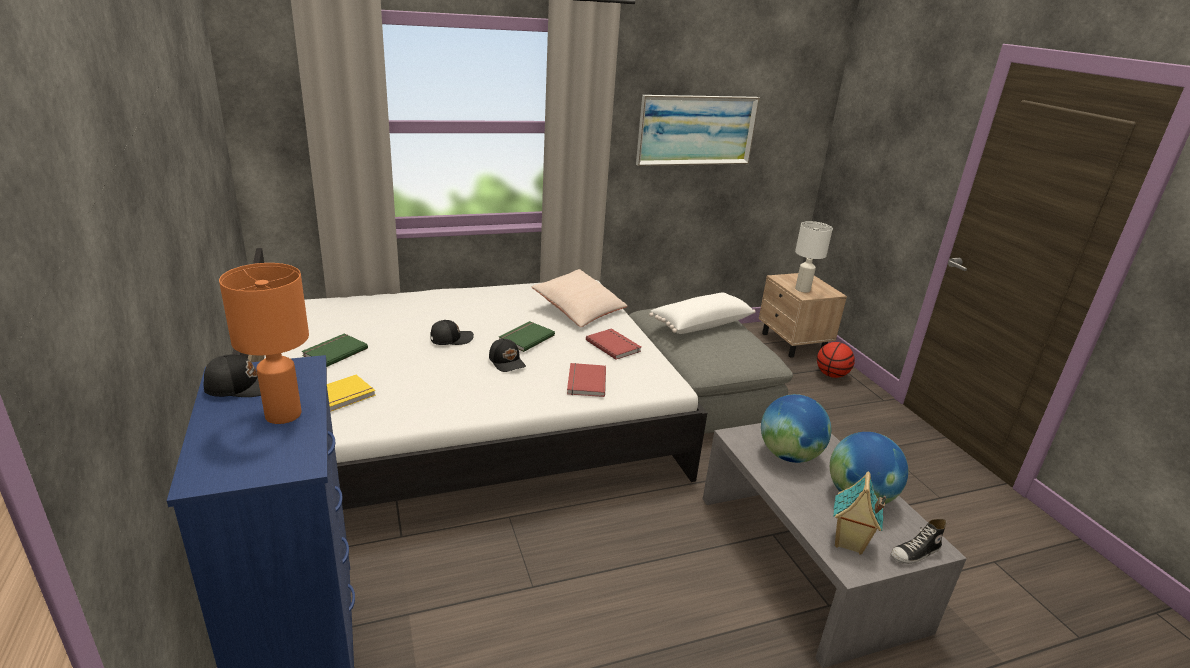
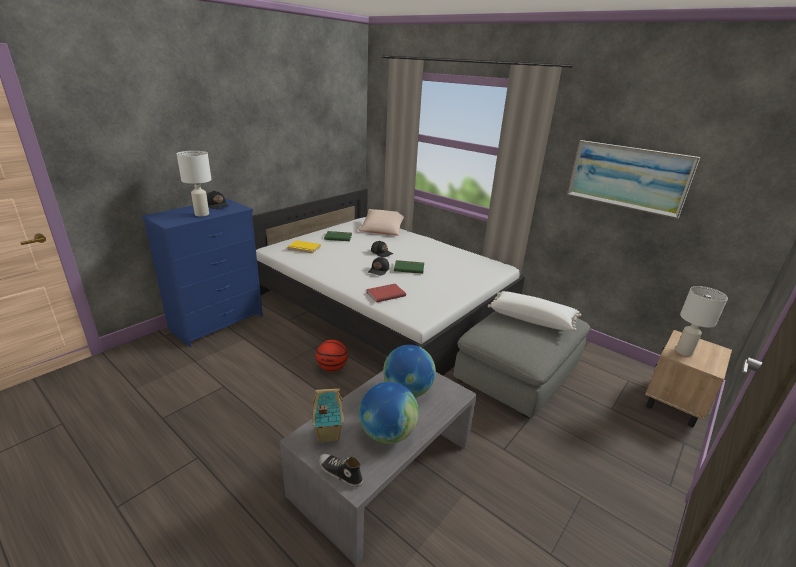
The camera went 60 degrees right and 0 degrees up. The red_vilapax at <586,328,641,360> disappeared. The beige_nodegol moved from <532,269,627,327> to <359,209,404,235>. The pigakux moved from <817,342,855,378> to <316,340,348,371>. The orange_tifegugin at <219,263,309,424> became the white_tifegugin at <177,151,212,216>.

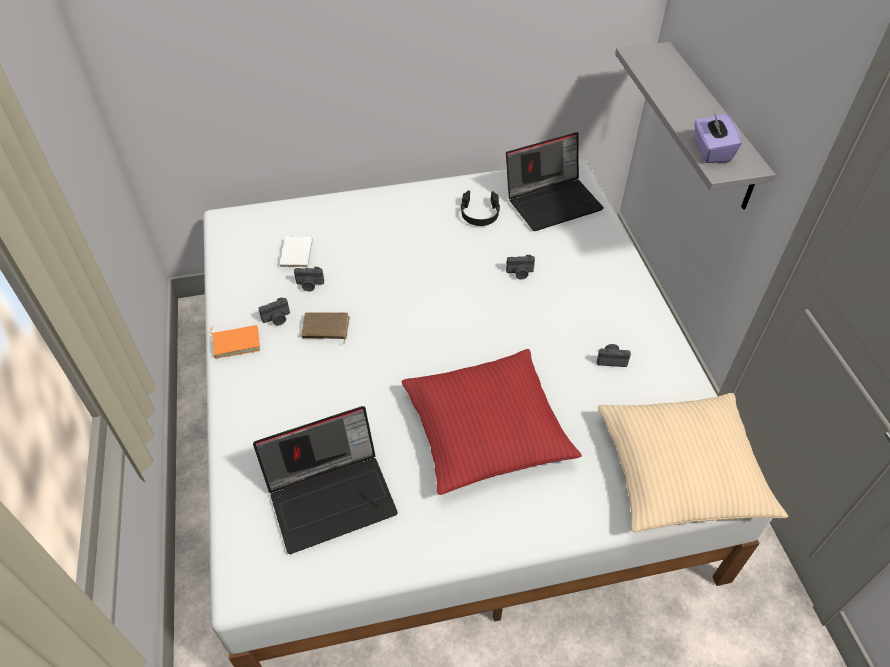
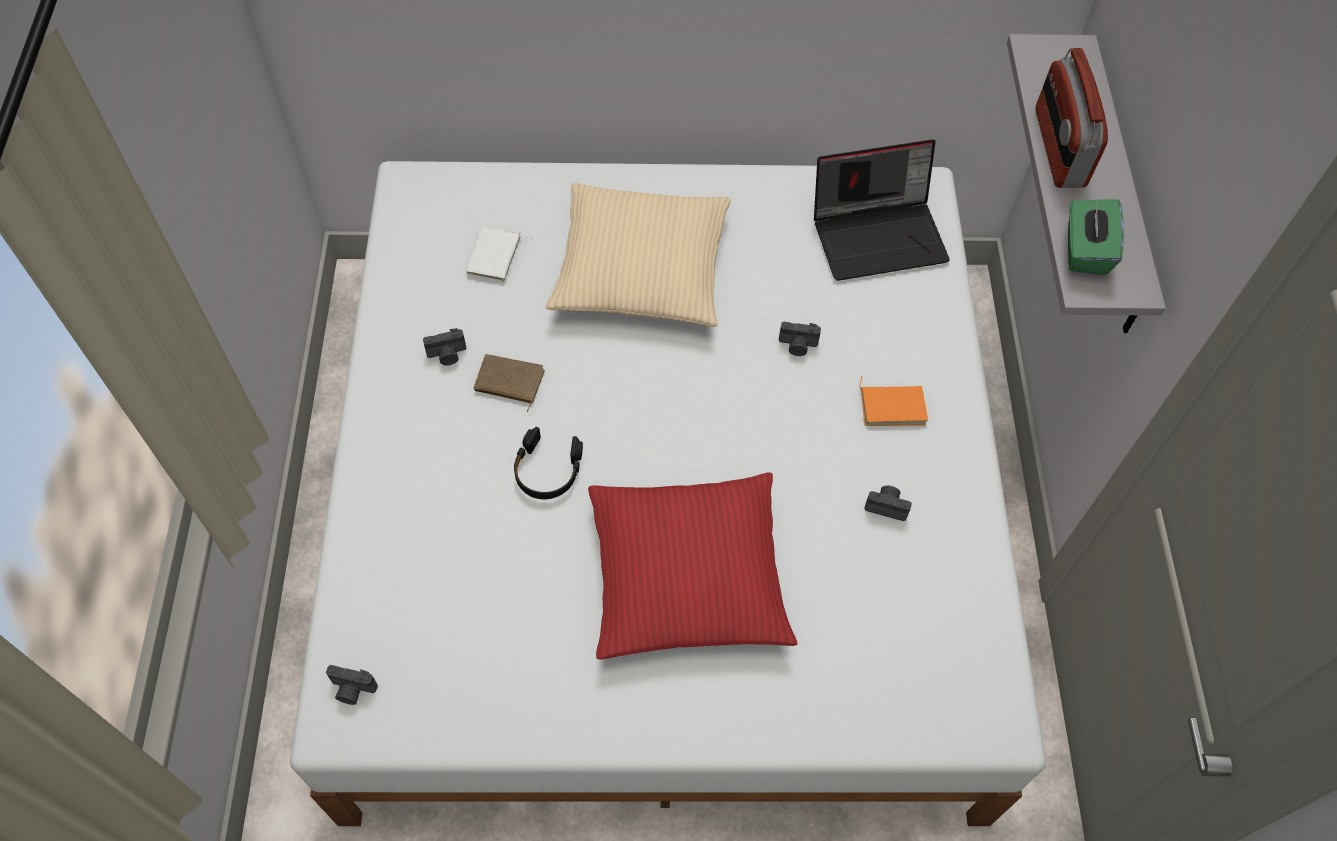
The camera went 10 degrees right and 10 degrees up. The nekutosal at <253,406,398,554> disappeared. The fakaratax at <1035,48,1108,188> appeared. The orange_vilapax moved from <210,325,260,359> to <859,376,928,426>. The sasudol moved from <294,267,324,291> to <326,665,378,705>. The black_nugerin moved from <461,190,500,226> to <514,427,583,499>. The beige_nodegol moved from <598,393,788,532> to <546,183,731,327>. The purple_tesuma at <695,111,741,163> became the green_tesuma at <1068,199,1124,275>.

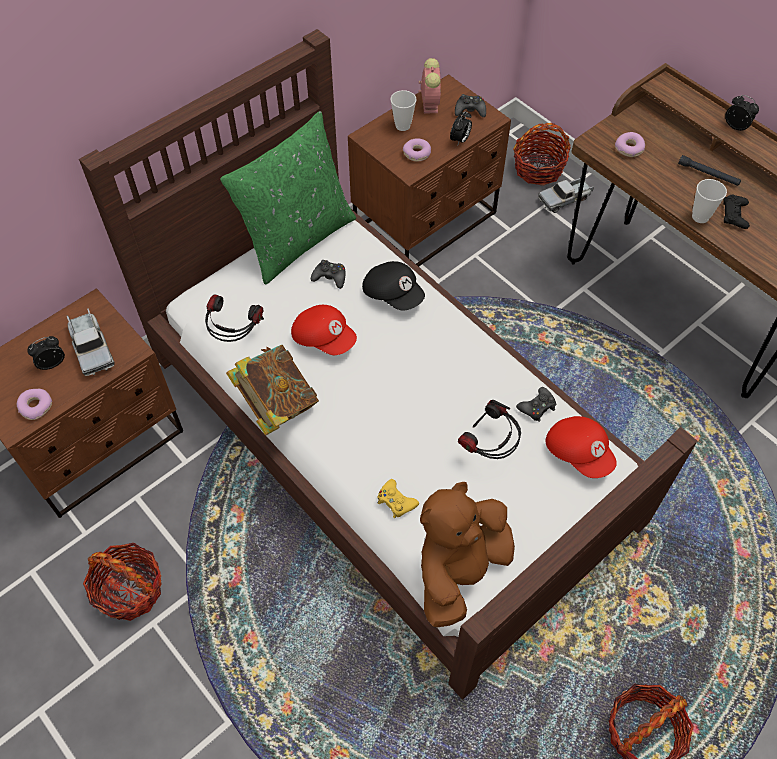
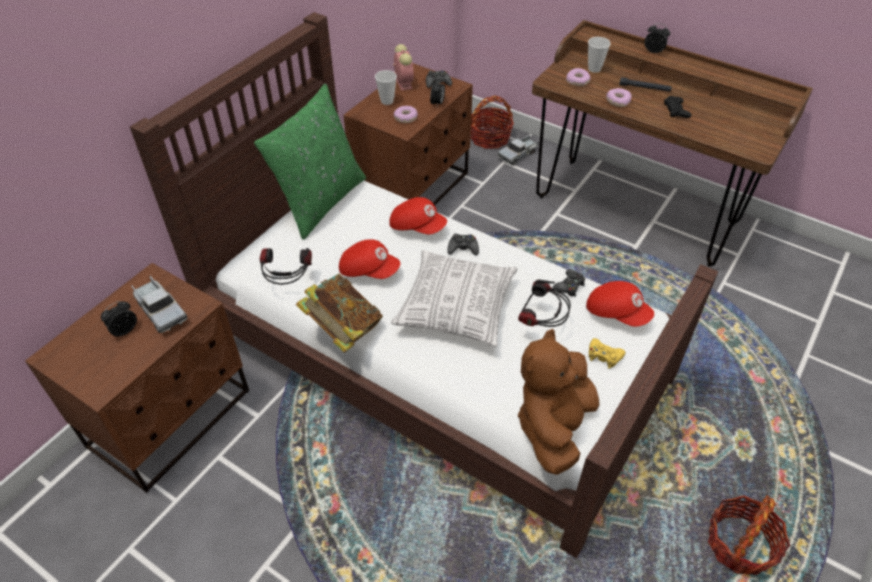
The camera went 15 degrees left and 10 degrees down. The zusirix at <83,543,162,621> disappeared. The nodegol at <391,250,517,347> appeared. The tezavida moved from <17,389,52,420> to <606,88,632,107>. The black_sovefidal moved from <311,260,346,289> to <448,233,479,255>. The yellow_sovefidal moved from <377,479,419,518> to <589,338,625,369>. The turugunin moved from <692,179,727,223> to <588,37,611,73>. The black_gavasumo at <362,261,425,311> became the red_gavasumo at <389,197,447,234>.

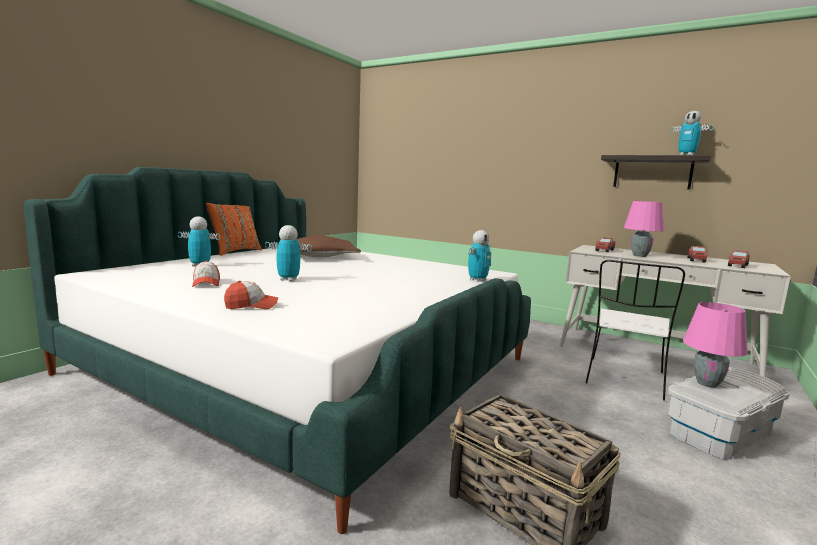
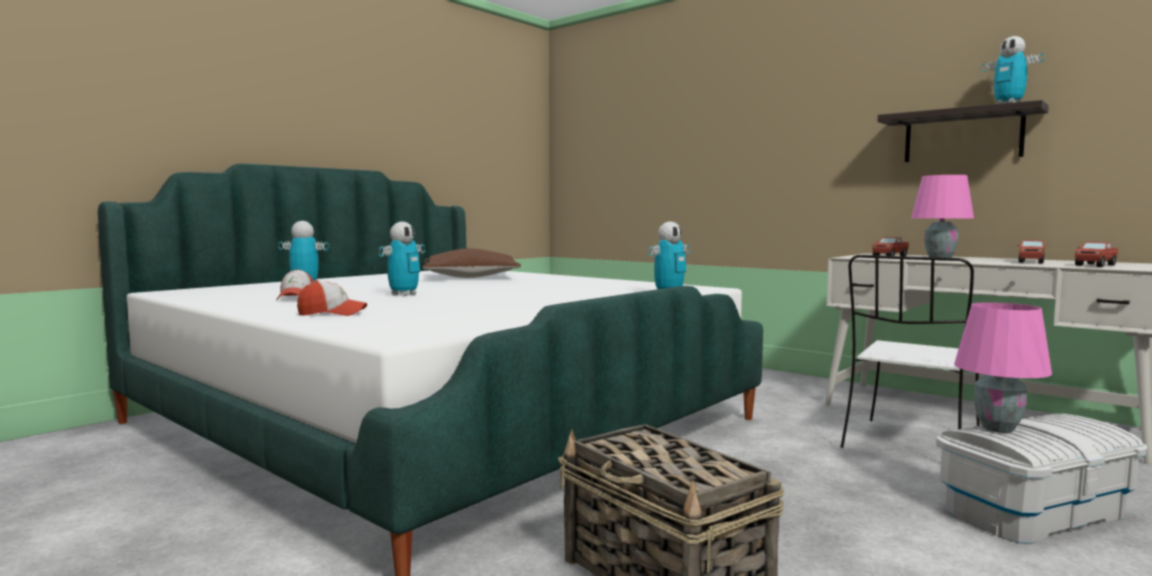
The camera went 10 degrees right and 5 degrees down. The orange_nodegol at <206,203,262,256> disappeared. The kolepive at <265,225,312,281> turned 105 degrees clockwise.

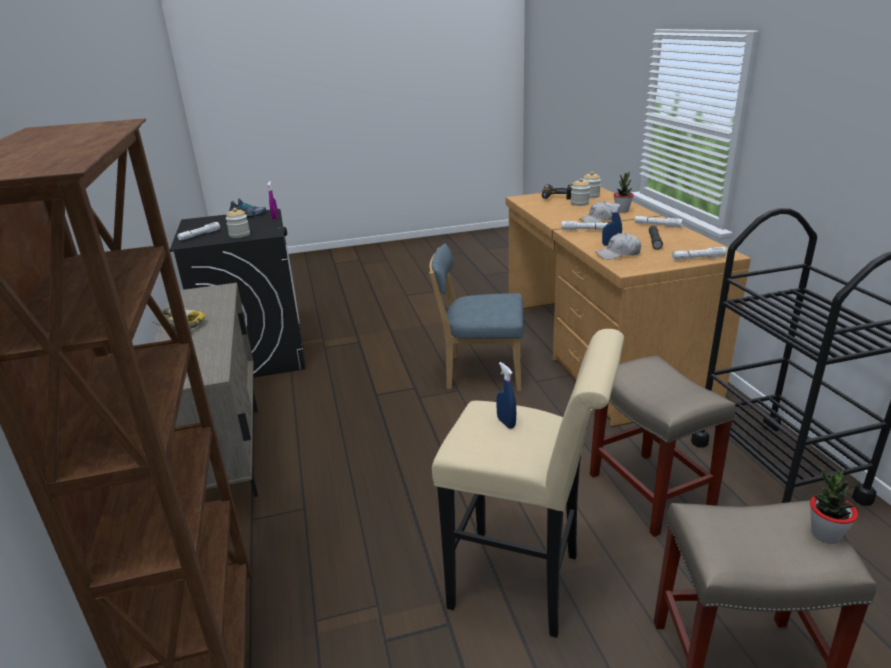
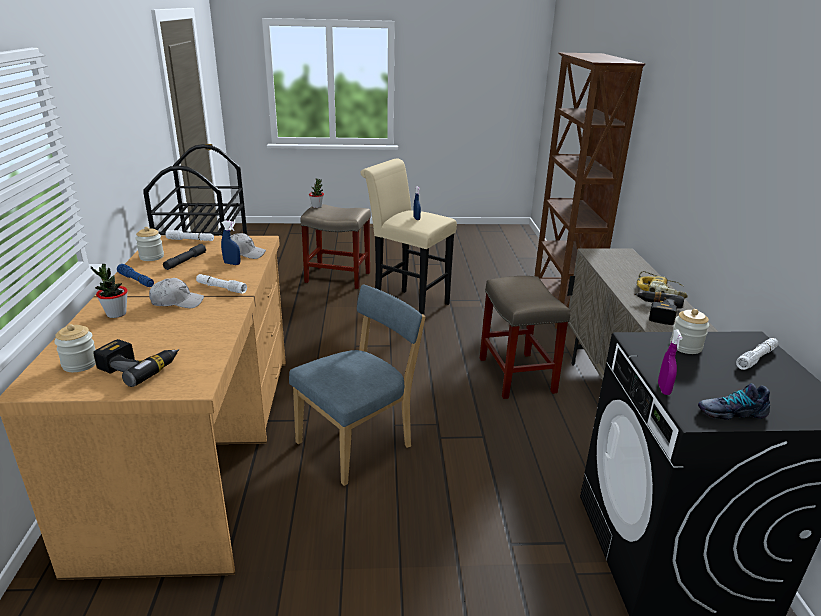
The camera went 170 degrees left and 0 degrees up. The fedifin at <635,291,684,325> appeared. The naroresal moved from <570,178,590,206> to <135,227,164,261>. The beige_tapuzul moved from <590,355,736,537> to <480,276,570,399>. The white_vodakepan at <635,216,683,228> became the blue_vodakepan at <117,264,154,287>. The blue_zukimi at <429,244,523,392> turned 60 degrees counterclockwise.

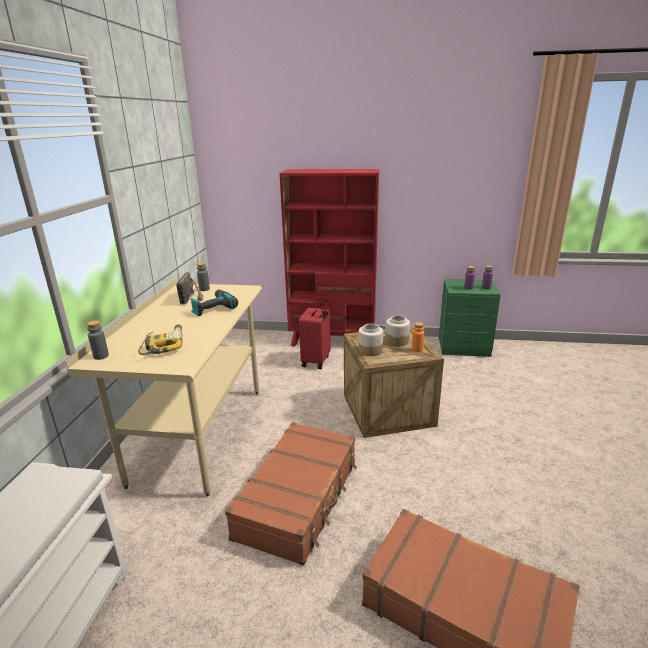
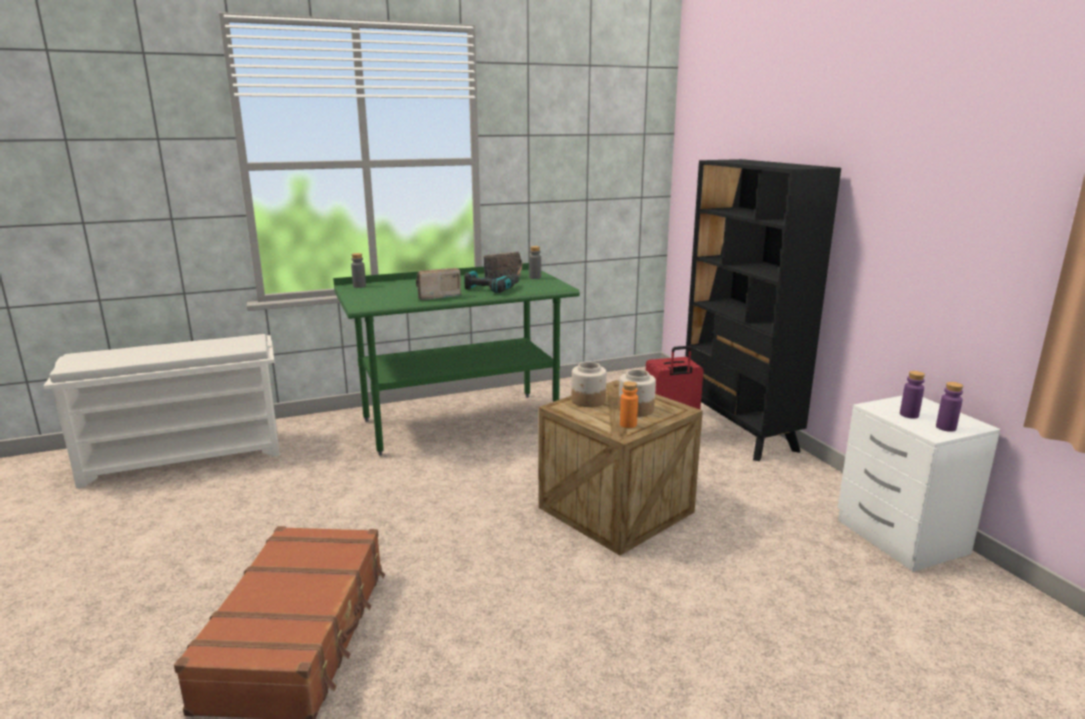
The camera went 60 degrees right and 5 degrees down. The fedifin at <138,324,183,355> disappeared. The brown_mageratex at <225,422,357,566> disappeared. The fakaratax at <416,268,461,300> appeared. The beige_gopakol at <65,278,262,496> became the green_gopakol at <333,263,580,456>. The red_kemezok at <280,169,379,347> became the black_kemezok at <685,159,841,461>. The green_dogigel at <439,279,501,357> became the white_dogigel at <838,395,1001,572>.

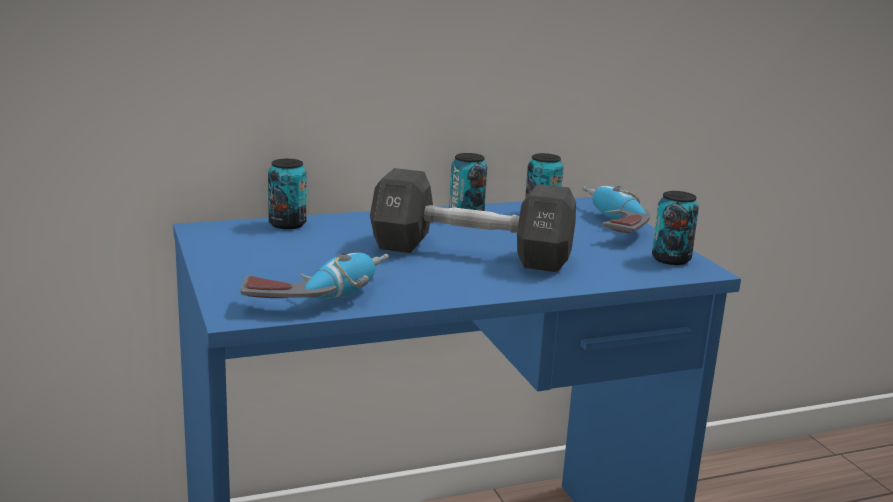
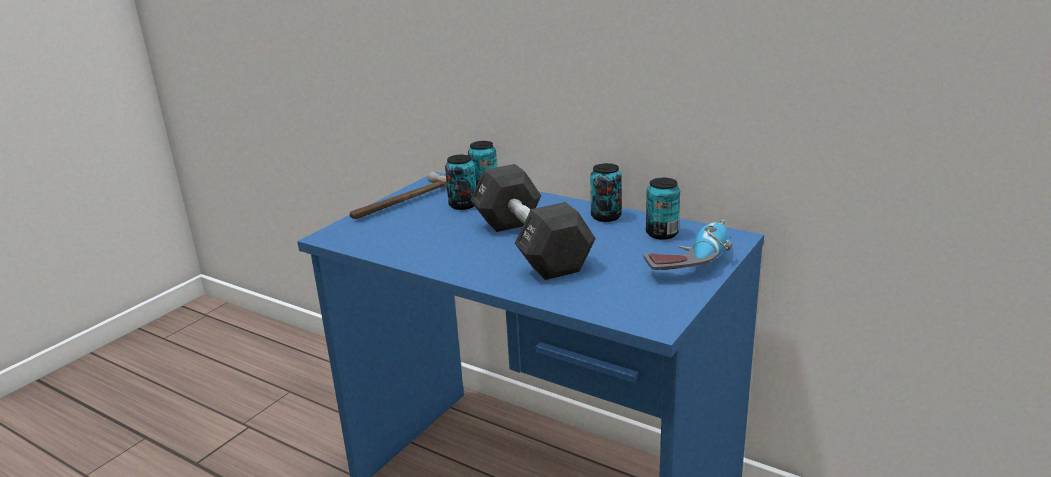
The camera went 55 degrees right and 5 degrees up. The fedifin at <241,253,389,299> disappeared. The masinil at <349,172,447,219> appeared. The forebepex moved from <652,191,699,265> to <445,154,476,210>.

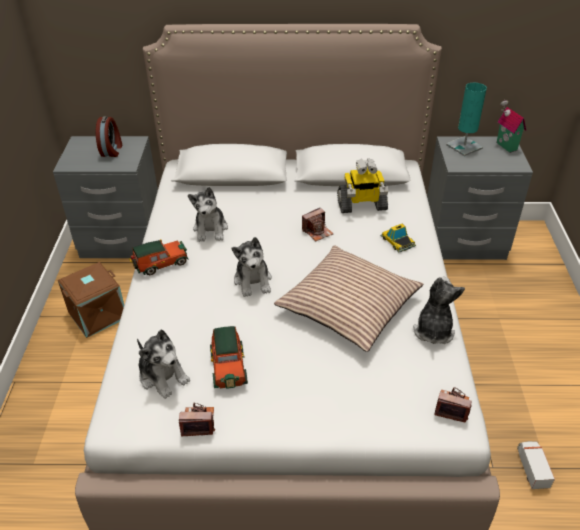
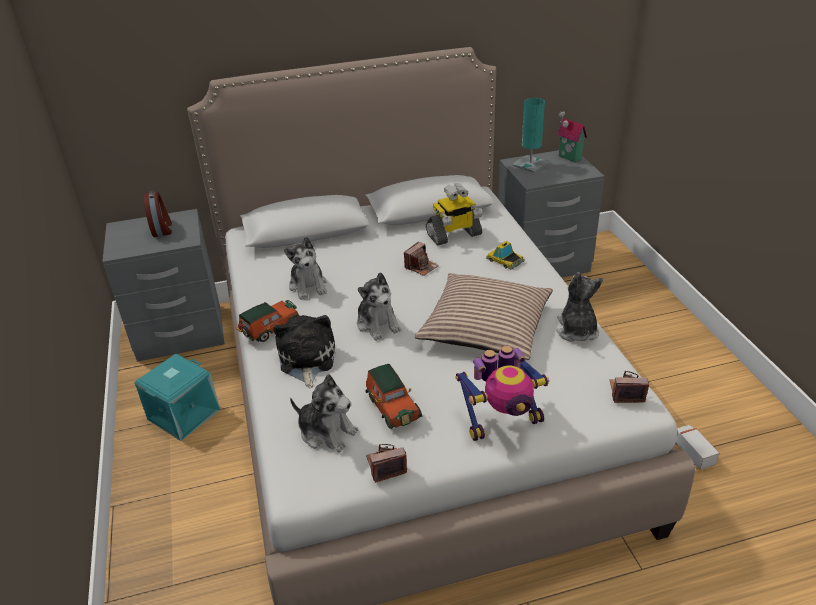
The camera went 15 degrees left and 5 degrees down. The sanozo at <273,315,336,388> appeared. The kolepive at <455,346,549,441> appeared. The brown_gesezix at <58,262,124,338> became the turquoise_gesezix at <134,354,220,441>.

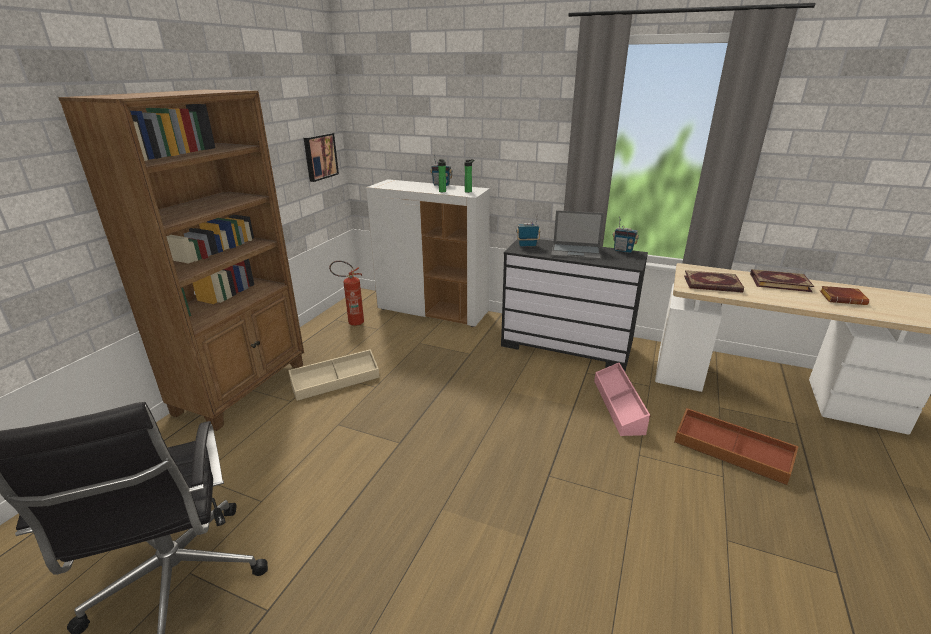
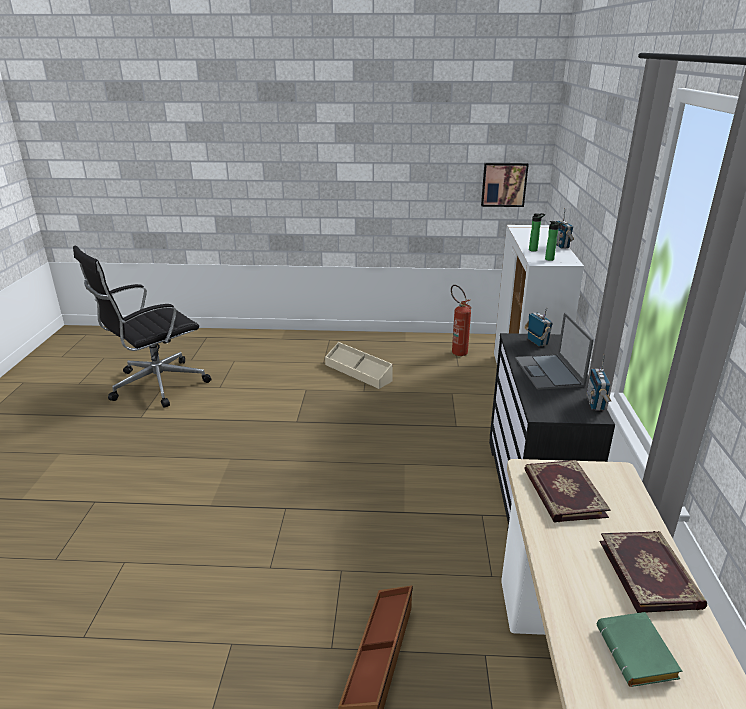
The camera went 70 degrees right and 0 degrees up. The brown_kemezok at <58,90,304,431> disappeared. The pink_gesezix at <594,363,651,436> disappeared. The brown_vilapax at <820,286,869,305> became the green_vilapax at <597,612,682,687>.

